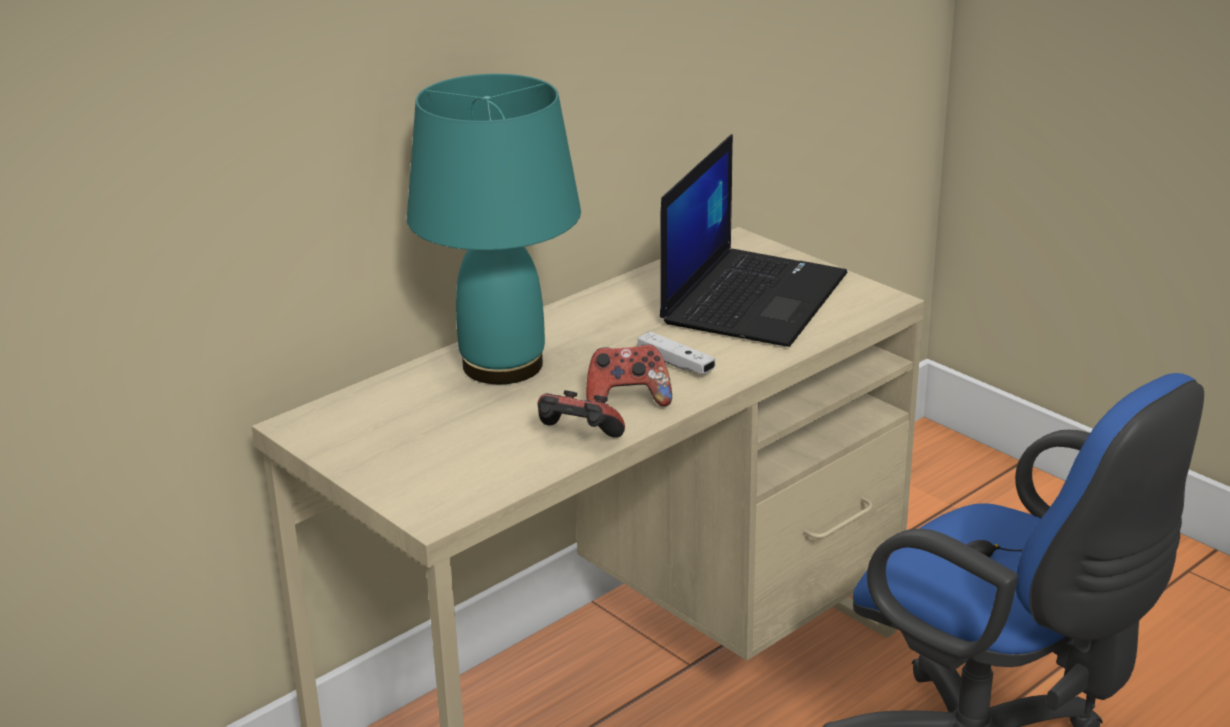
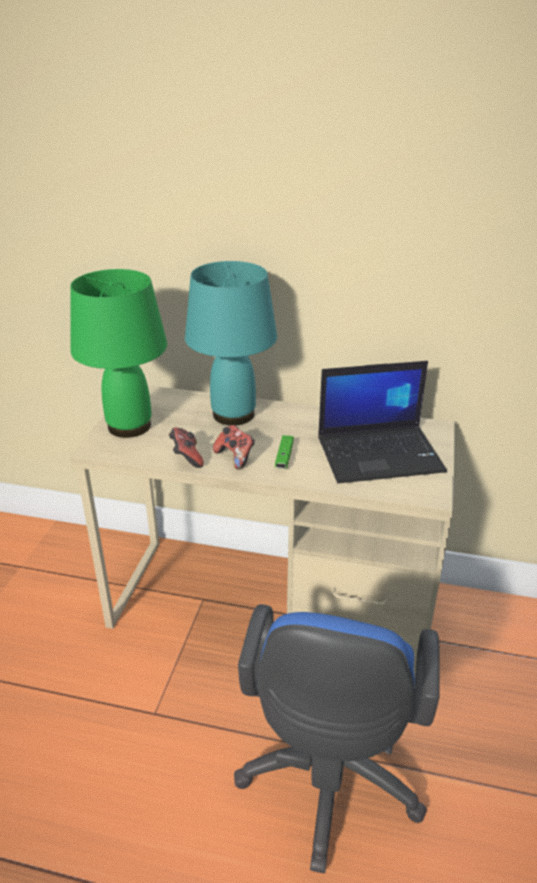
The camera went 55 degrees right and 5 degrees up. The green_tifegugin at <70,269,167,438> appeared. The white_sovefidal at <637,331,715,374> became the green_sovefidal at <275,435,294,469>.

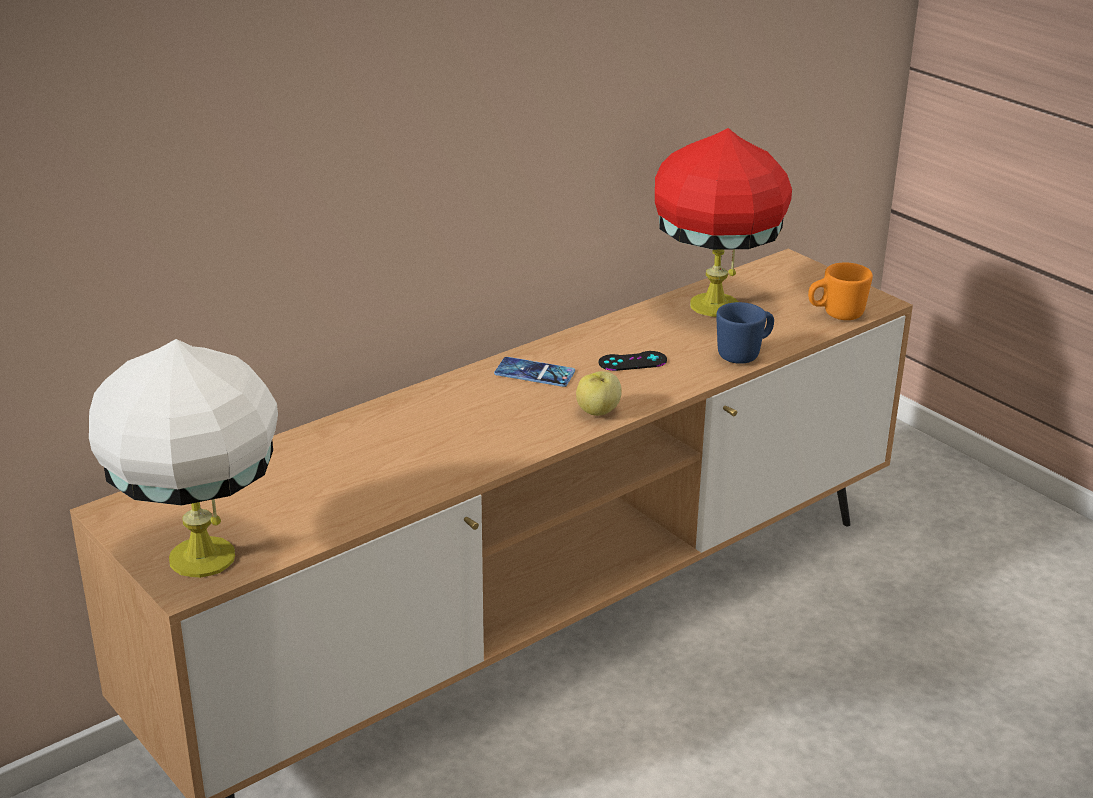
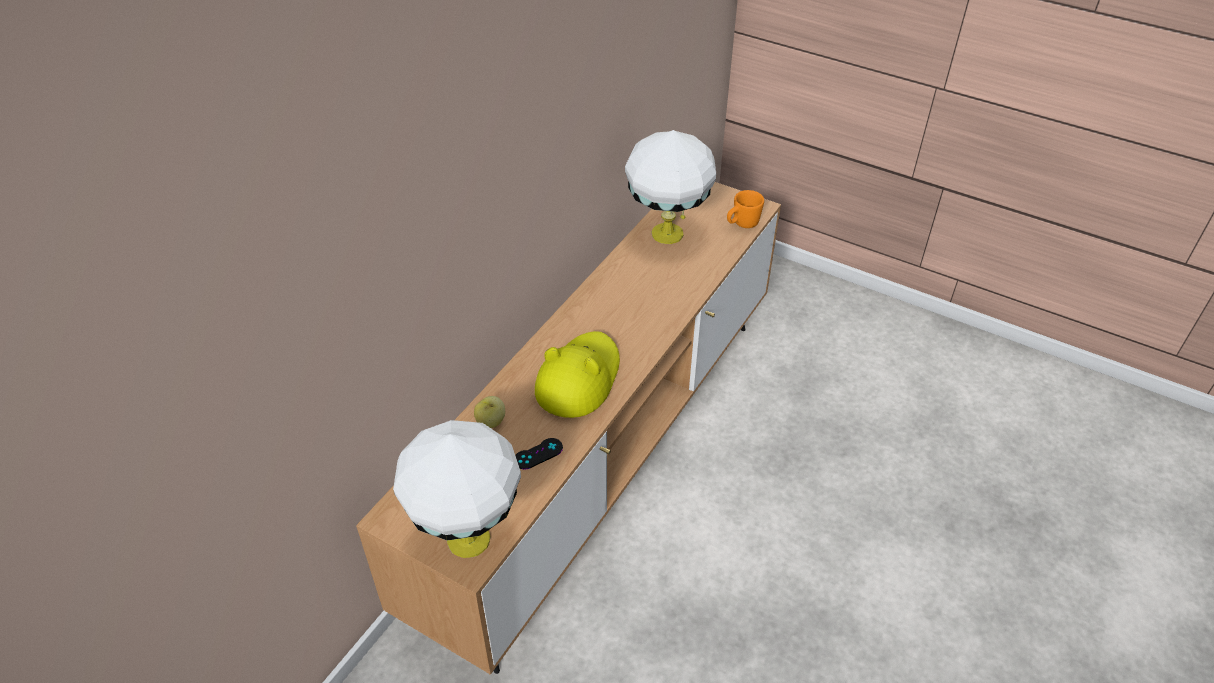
The camera went 20 degrees left and 15 degrees up. The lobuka at <494,357,575,387> disappeared. The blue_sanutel at <716,302,774,364> disappeared. The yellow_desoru at <535,331,620,418> appeared. The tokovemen moved from <576,371,622,416> to <474,396,505,428>. The black_sovefidal moved from <599,351,667,371> to <515,438,563,469>. The red_tifegugin at <655,128,792,317> became the white_tifegugin at <625,130,716,244>.

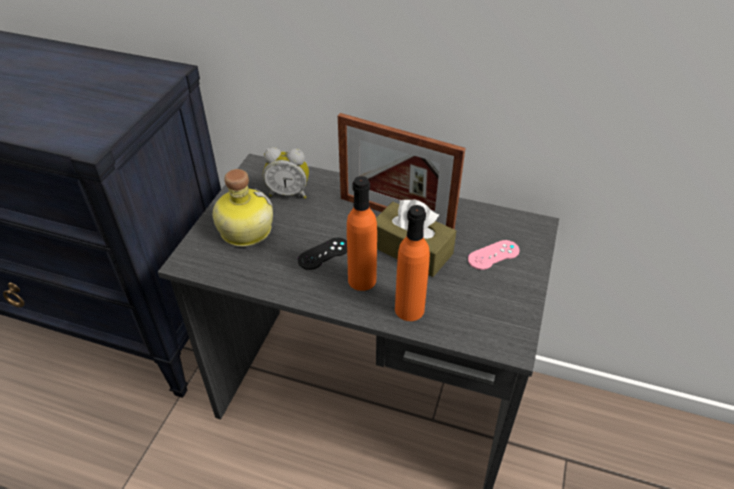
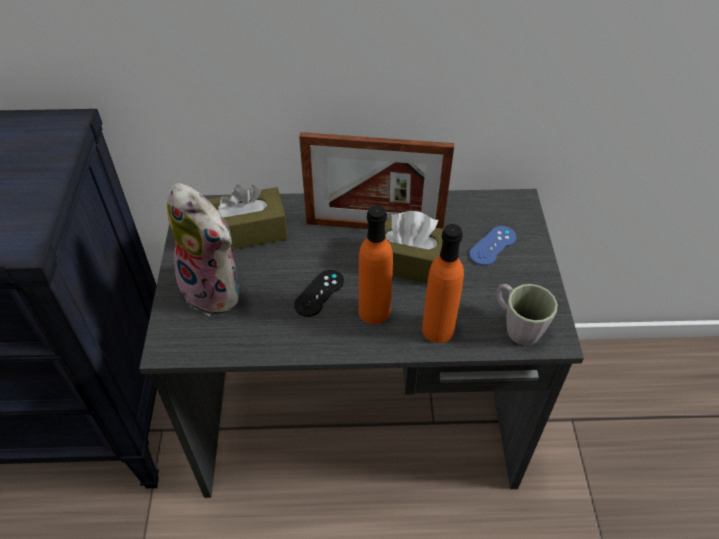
The camera went 20 degrees left and 5 degrees up. The grey_sanutel at <496,284,558,345> appeared. The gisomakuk at <213,169,273,247> was replaced by the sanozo at <167,183,239,316>. The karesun at <263,147,309,199> was replaced by the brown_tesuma at <207,184,288,250>. The pink_sovefidal at <468,240,520,270> became the blue_sovefidal at <469,226,516,266>.

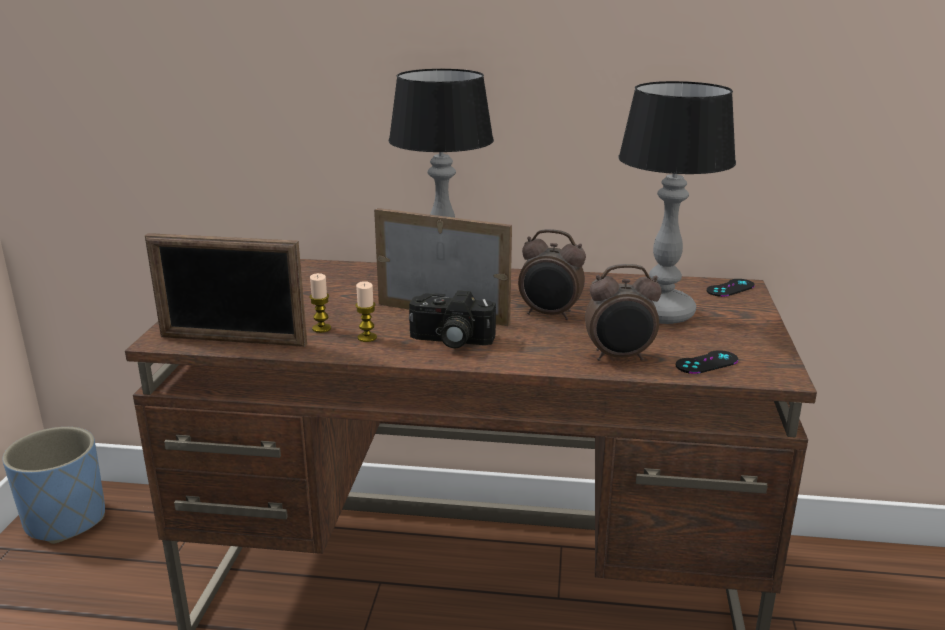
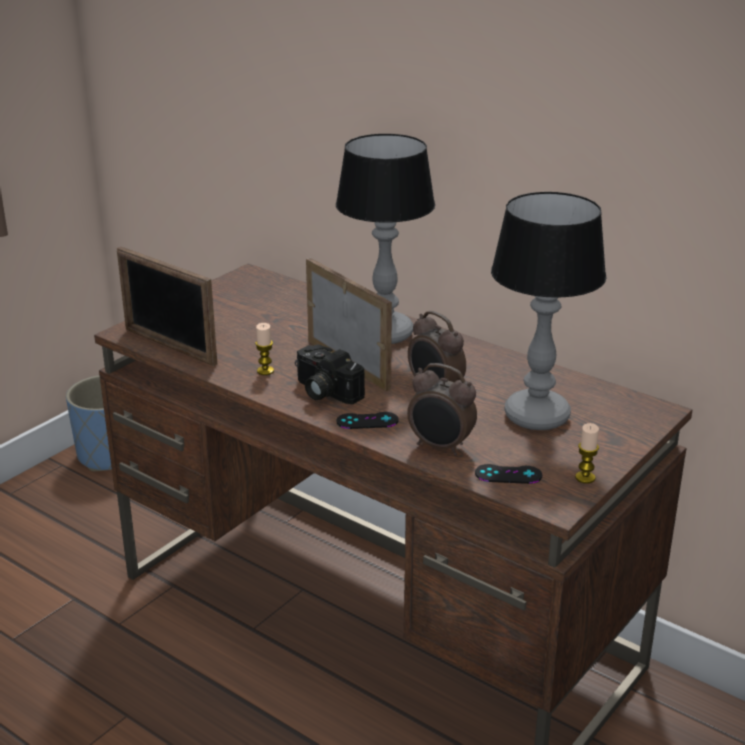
The camera went 30 degrees right and 5 degrees up. The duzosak moved from <309,273,331,333> to <575,423,599,484>. The black_sovefidal moved from <707,279,755,297> to <336,412,399,429>.

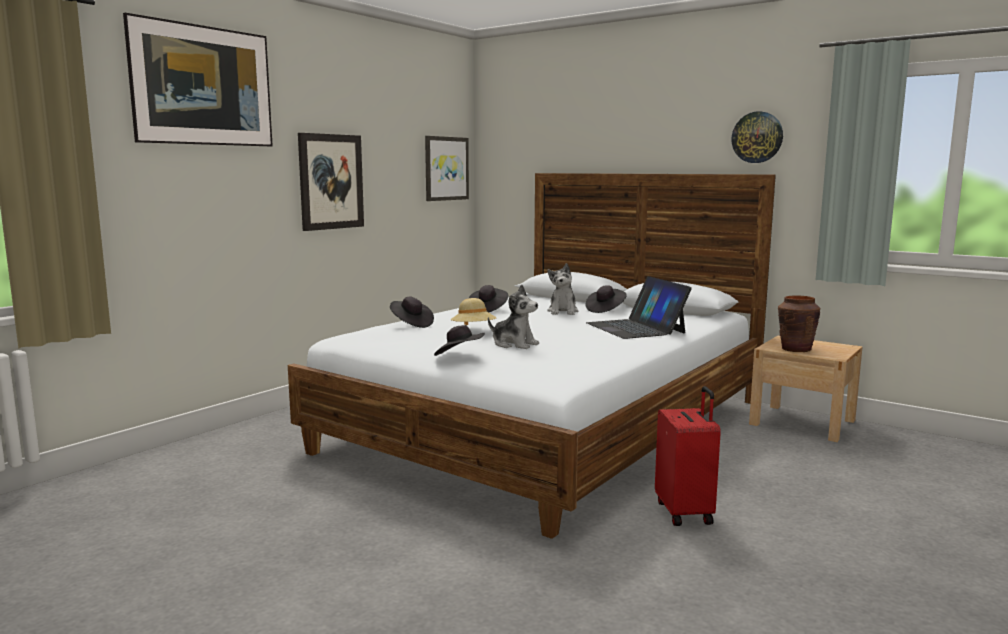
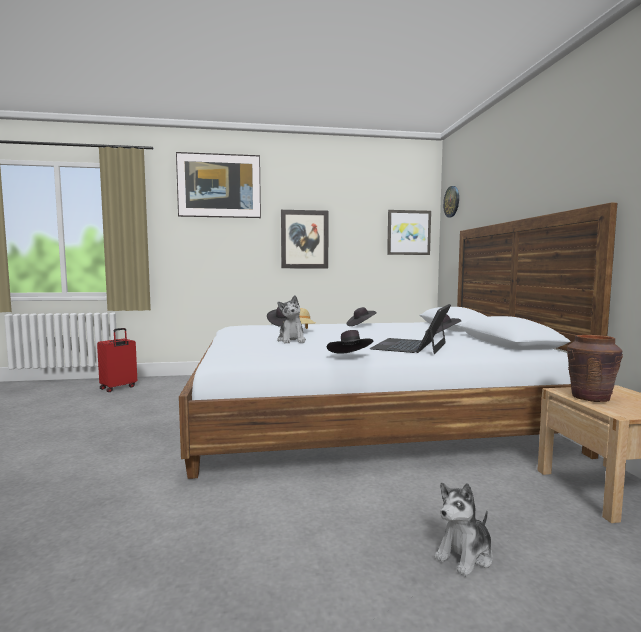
The camera went 45 degrees right and 5 degrees down. The black_desoru moved from <434,325,485,356> to <327,330,374,354>. The sanozo moved from <547,263,579,315> to <434,482,493,576>. The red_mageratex moved from <655,386,721,526> to <97,328,137,392>. The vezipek moved from <731,111,783,163> to <443,186,459,217>.

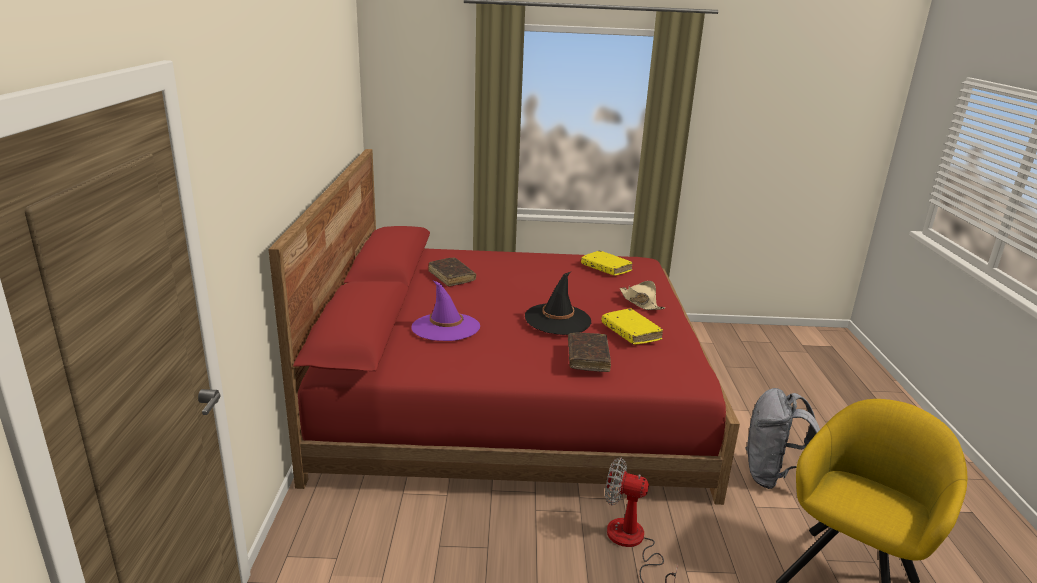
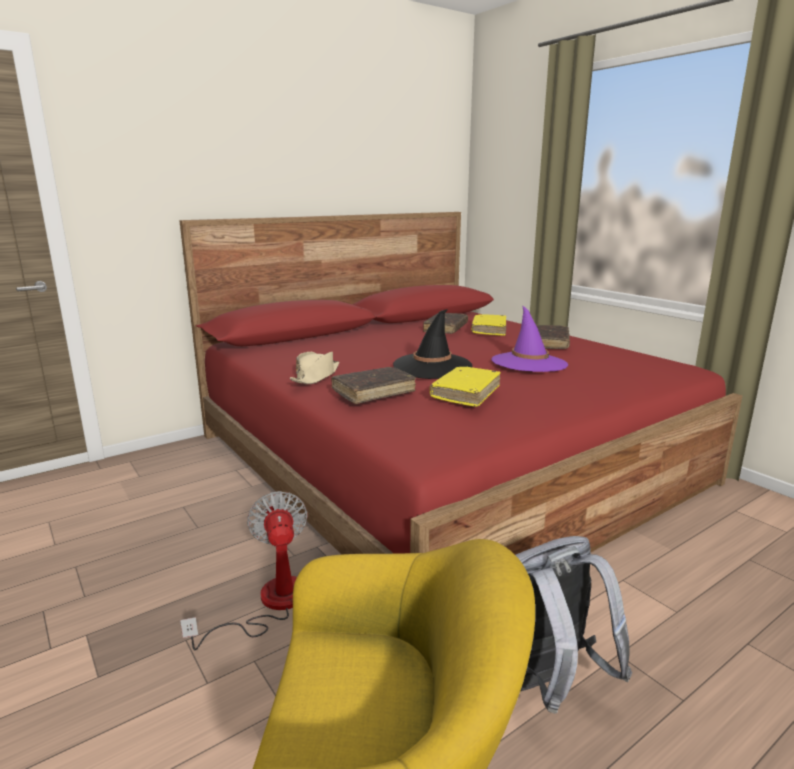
The camera went 55 degrees right and 5 degrees down. The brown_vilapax at <536,325,570,349> appeared. The purple_desoru moved from <412,280,480,341> to <491,305,568,372>. The yellow_vilapax moved from <581,250,633,276> to <471,314,506,336>. The beige_desoru moved from <620,281,665,310> to <290,352,339,384>.

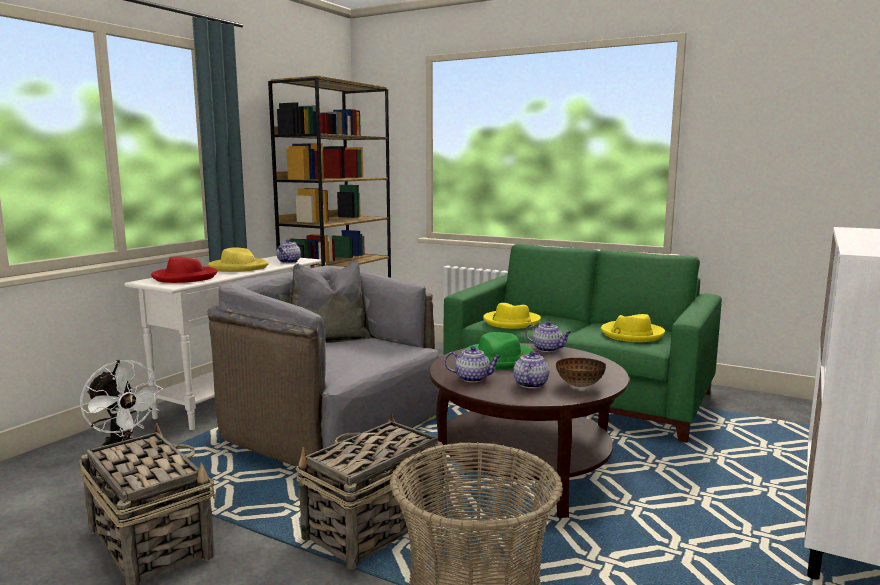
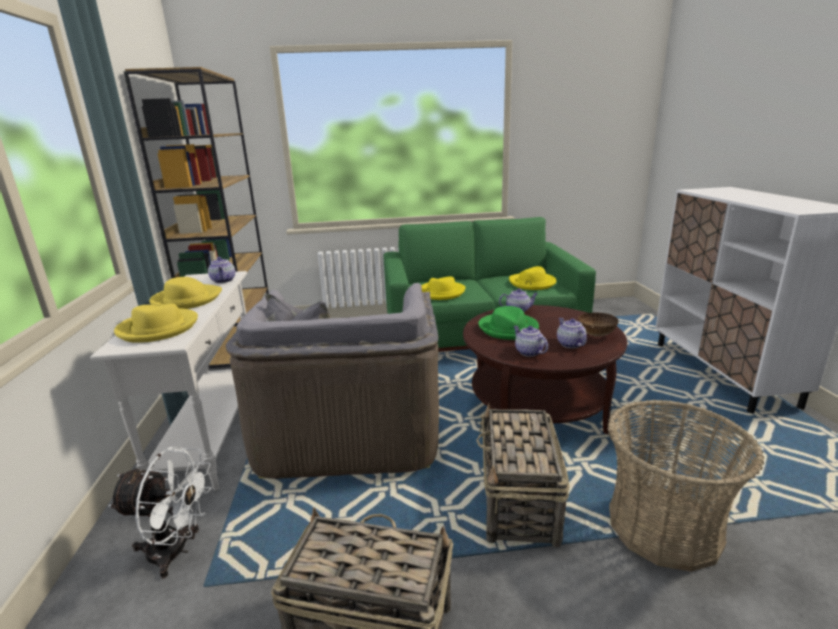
The camera went 35 degrees left and 10 degrees up. The red_desoru at <151,257,217,283> became the yellow_desoru at <114,303,198,343>. The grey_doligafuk at <207,261,439,466> turned 90 degrees counterclockwise. The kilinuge at <444,346,501,382> turned 90 degrees counterclockwise.

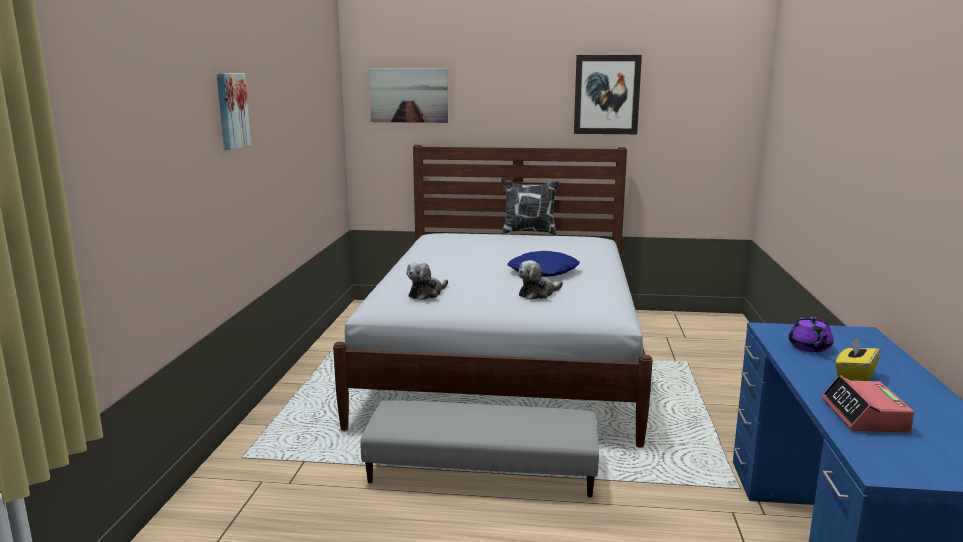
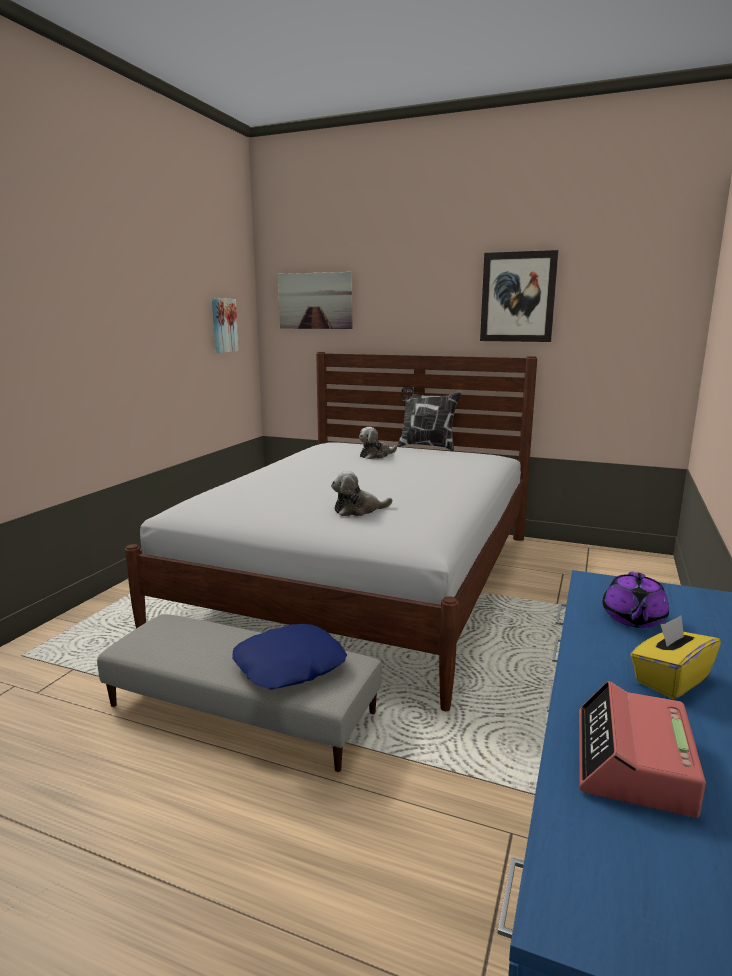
The camera went 15 degrees right and 0 degrees up. The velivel moved from <217,73,251,150> to <212,298,239,353>. The sanozo moved from <406,261,448,300> to <359,427,397,459>. The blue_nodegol moved from <507,251,580,277> to <232,624,347,690>.

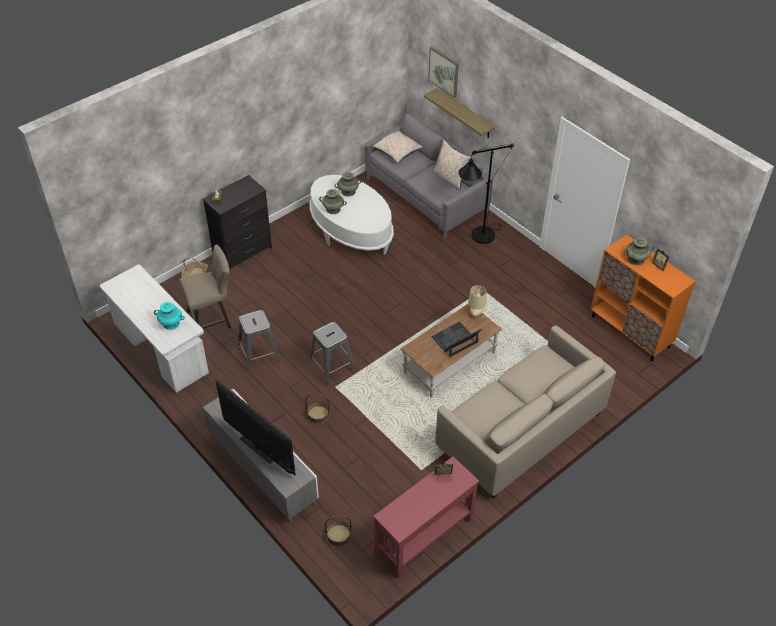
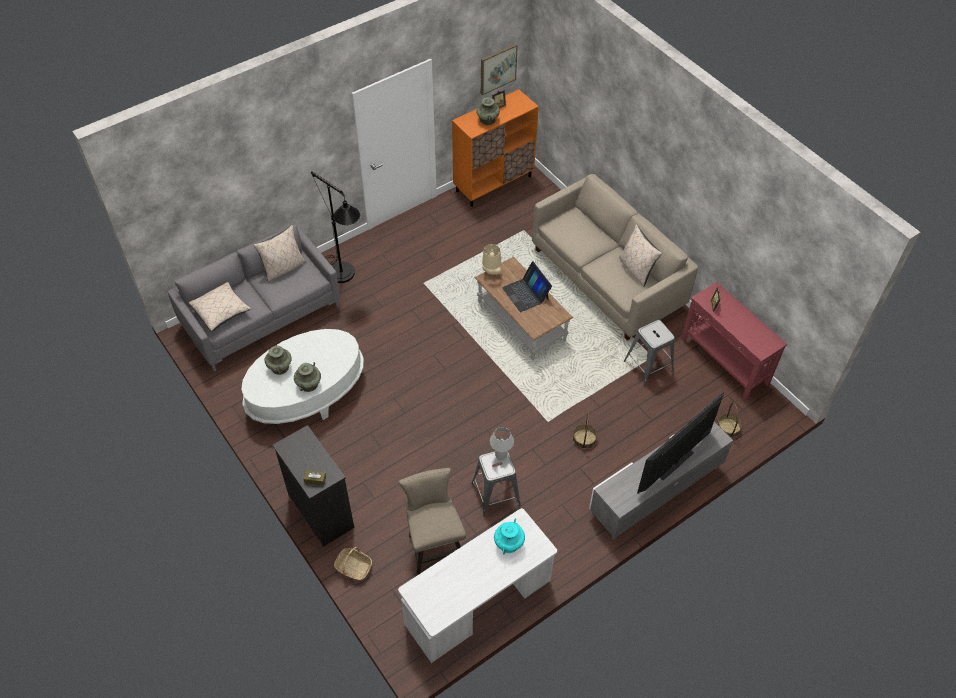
The camera went 85 degrees left and 5 degrees up. The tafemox at <424,88,495,138> disappeared. The white_tifegugin at <490,427,514,460> appeared. The beige_nodegol at <619,224,662,286> appeared. The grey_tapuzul moved from <309,322,355,386> to <624,320,675,386>. The velivel moved from <428,47,459,98> to <481,44,518,95>.

